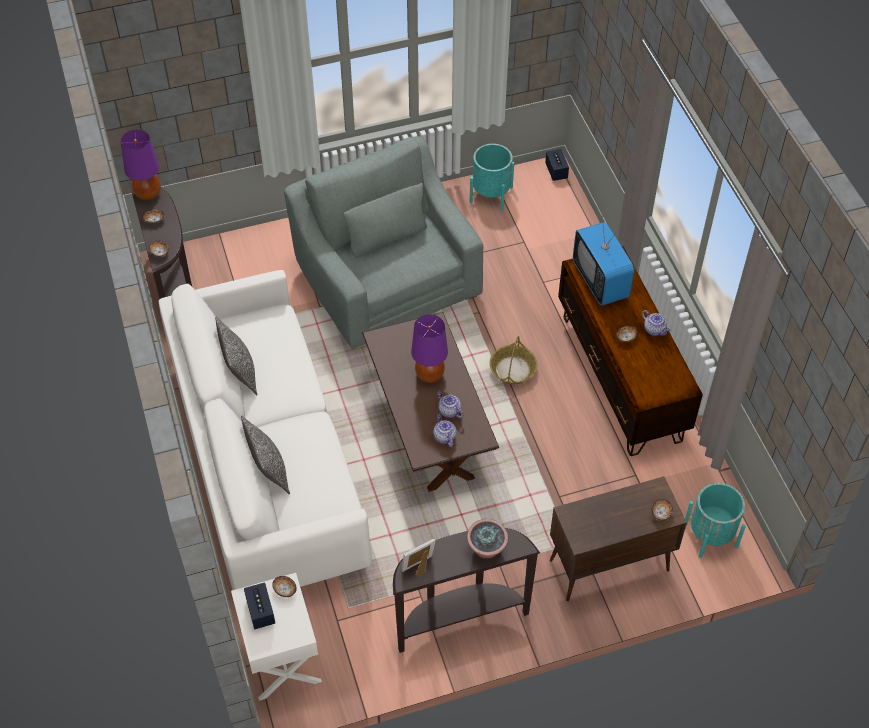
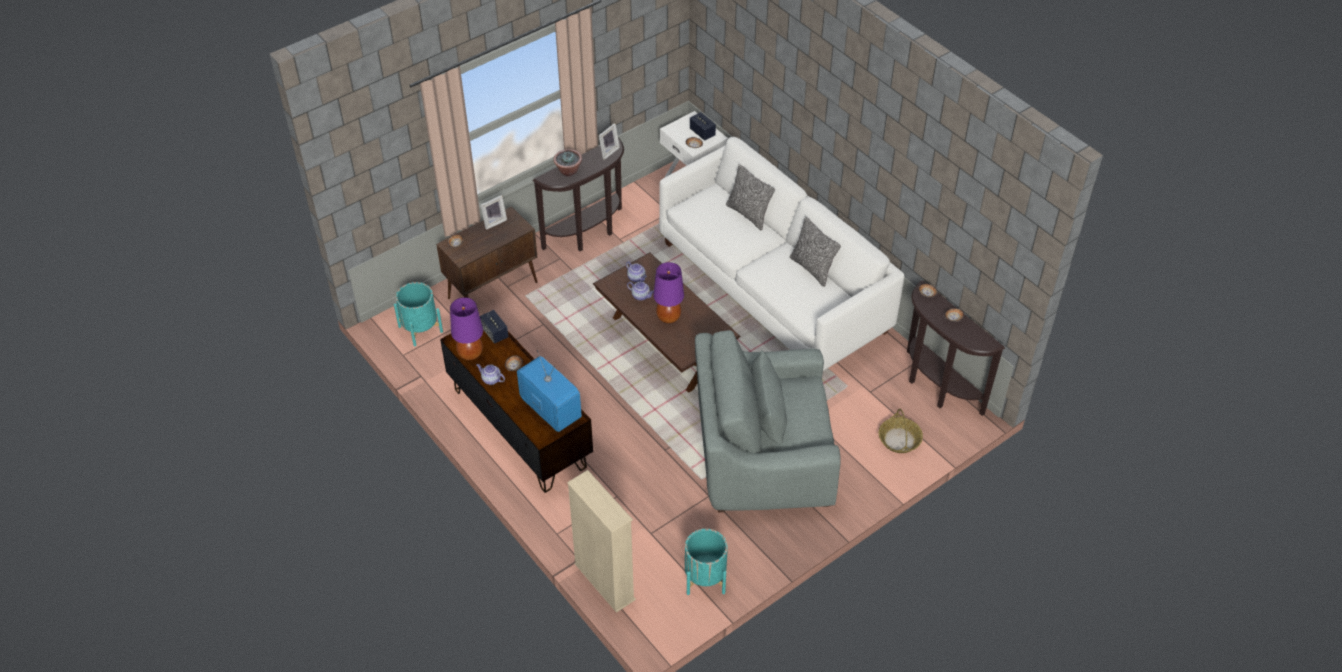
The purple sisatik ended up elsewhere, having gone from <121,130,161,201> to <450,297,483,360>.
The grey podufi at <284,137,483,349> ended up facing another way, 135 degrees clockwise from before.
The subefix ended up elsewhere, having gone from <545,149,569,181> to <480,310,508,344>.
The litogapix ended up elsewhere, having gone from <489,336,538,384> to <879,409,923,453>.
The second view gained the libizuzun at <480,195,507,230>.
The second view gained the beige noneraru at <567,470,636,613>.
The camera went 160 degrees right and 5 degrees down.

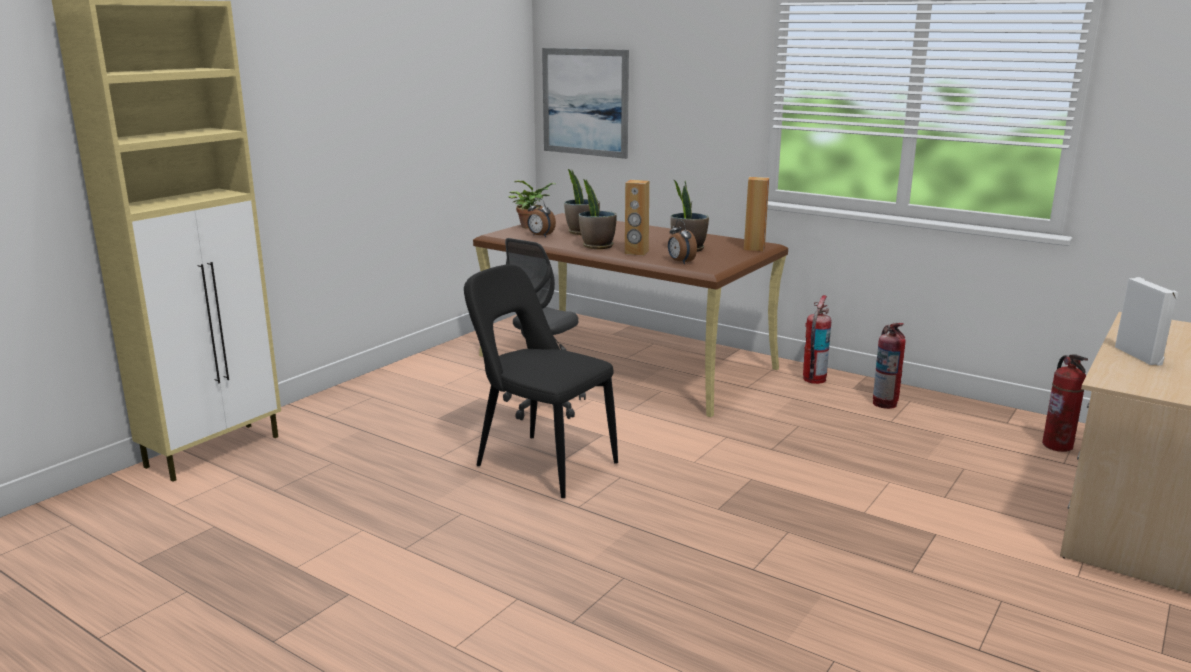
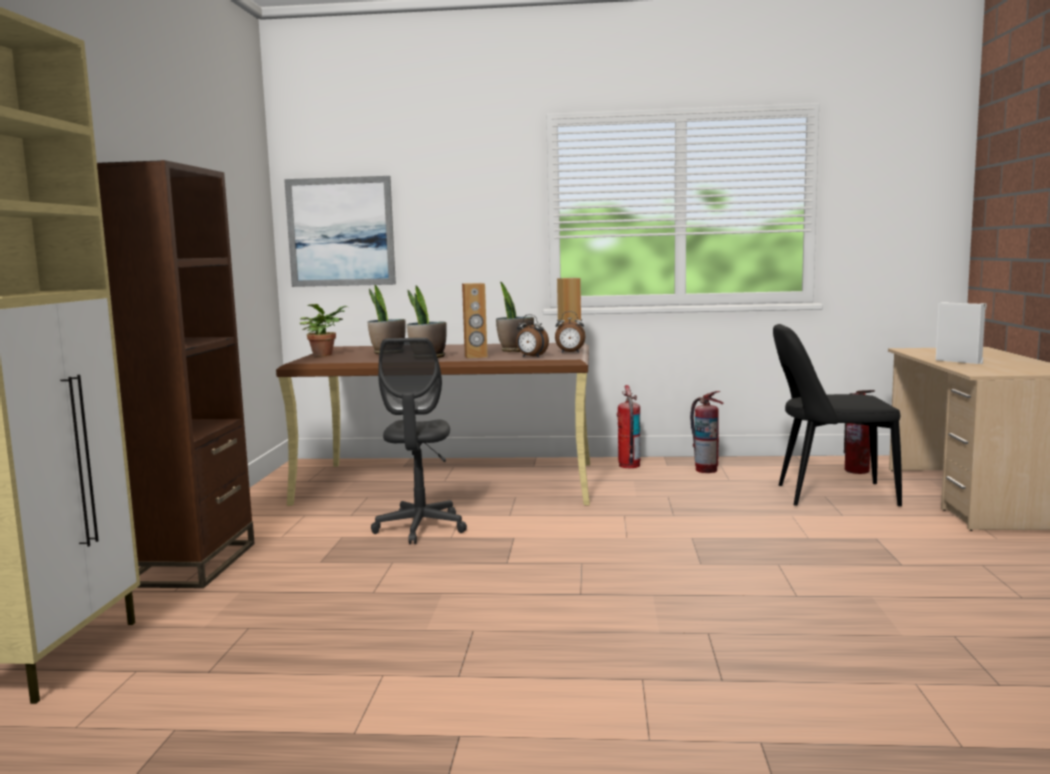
The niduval ended up elsewhere, having gone from <527,198,556,237> to <555,311,585,353>.
The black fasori ended up elsewhere, having gone from <464,264,618,498> to <773,324,902,506>.
The second view gained the brown noneraru at <97,160,255,588>.
The camera went 30 degrees left and 10 degrees down.

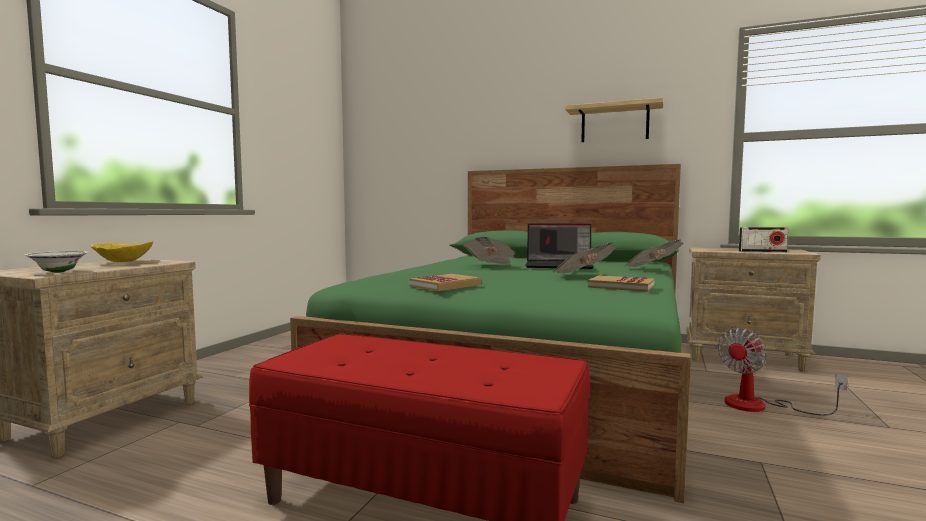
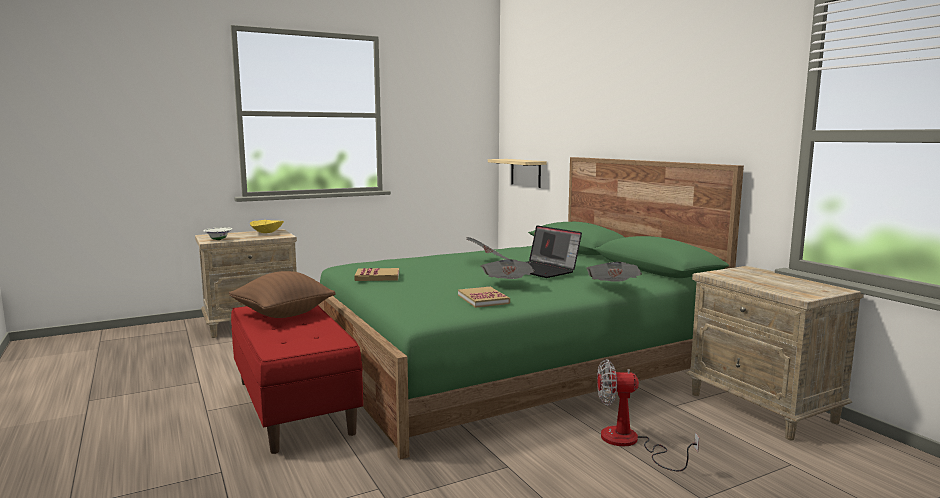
The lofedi ended up elsewhere, having gone from <565,98,663,142> to <488,159,547,188>.
The second view lost the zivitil at <738,227,789,252>.
The second view gained the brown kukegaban at <229,271,335,318>.
The camera went 40 degrees right and 5 degrees up.

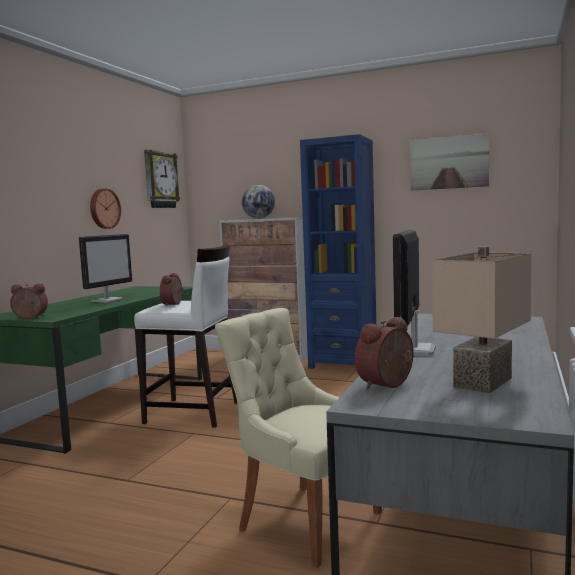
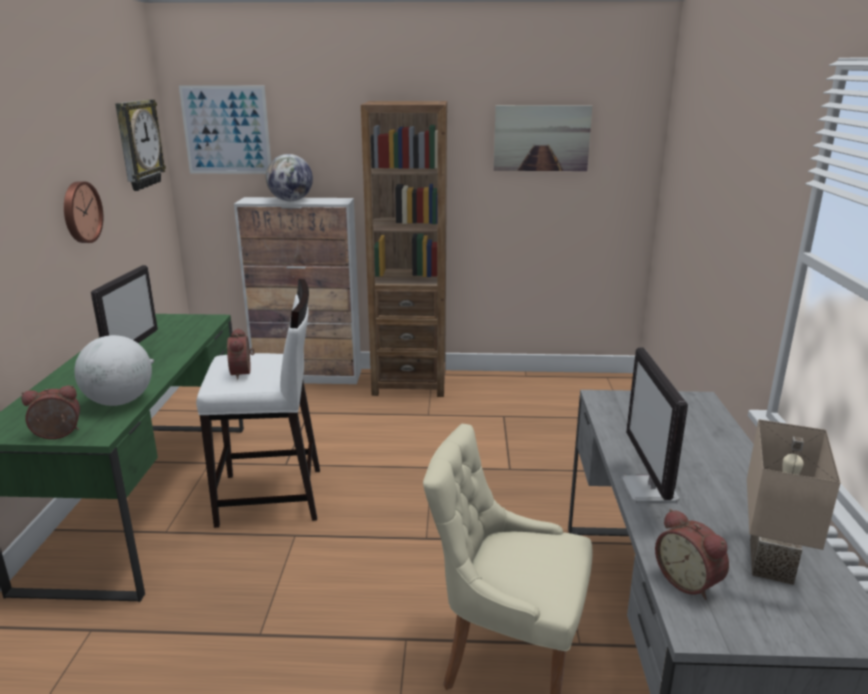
What was the blue noneraru at <300,134,376,369> turned into the brown noneraru at <361,101,447,397>.
The niduval at <355,316,414,390> ended up facing another way, 60 degrees counterclockwise from before.
The second view gained the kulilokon at <179,85,271,174>.
The second view gained the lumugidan at <74,335,152,406>.
The camera went 20 degrees left and 15 degrees up.

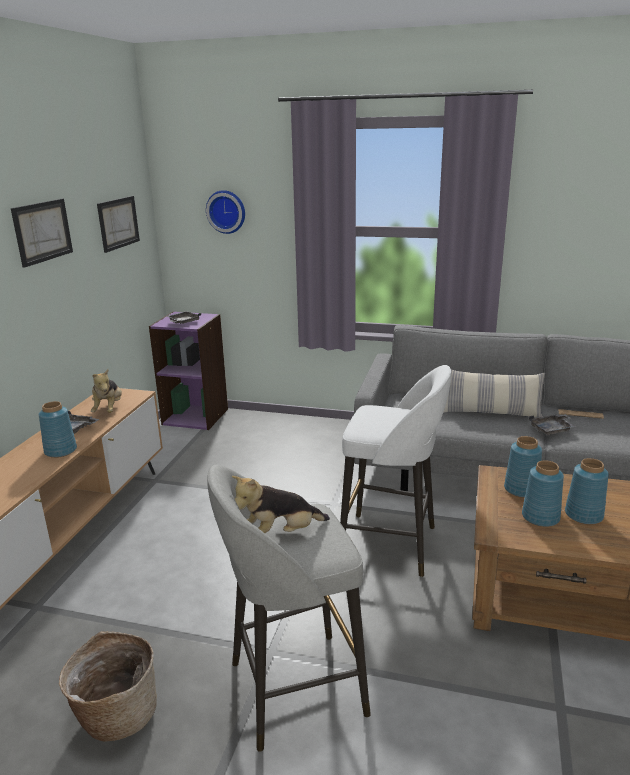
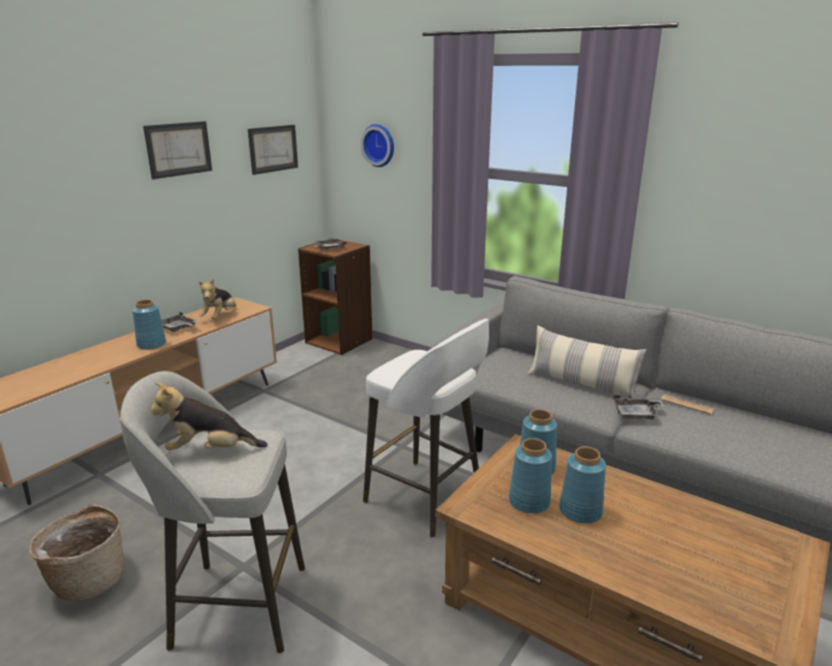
What was the purple noneraru at <149,311,228,430> turned into the brown noneraru at <298,238,373,355>.
The camera went 20 degrees right and 0 degrees up.

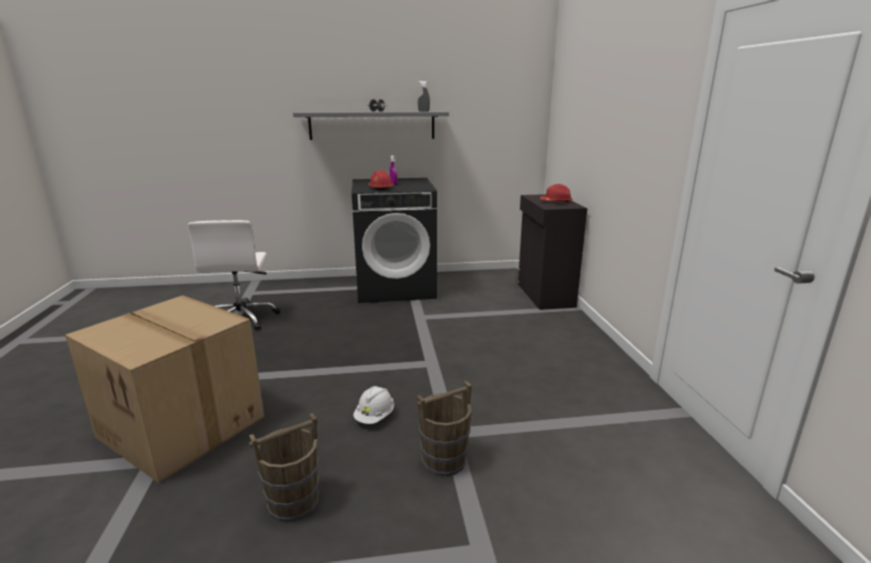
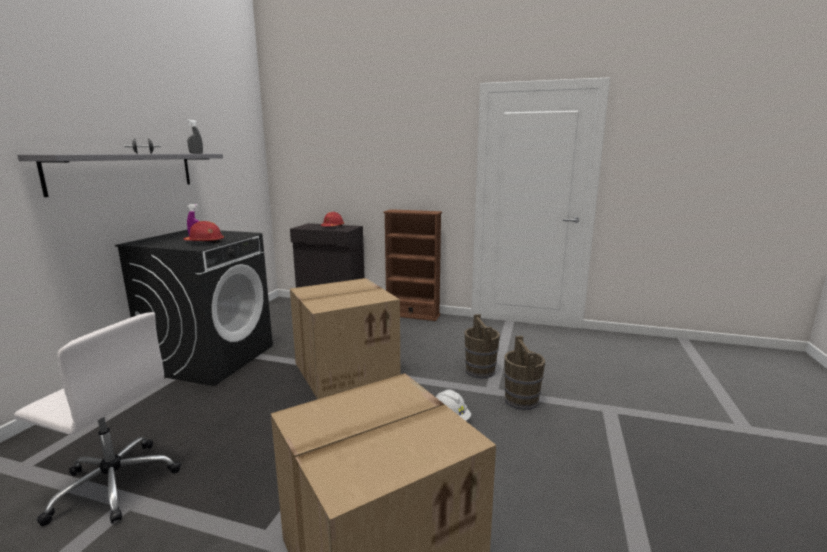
The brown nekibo ended up elsewhere, having gone from <249,413,319,522> to <465,314,500,379>.
The second view gained the brown noneraru at <383,209,442,321>.
The second view gained the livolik at <290,278,400,399>.
The camera went 65 degrees left and 5 degrees down.

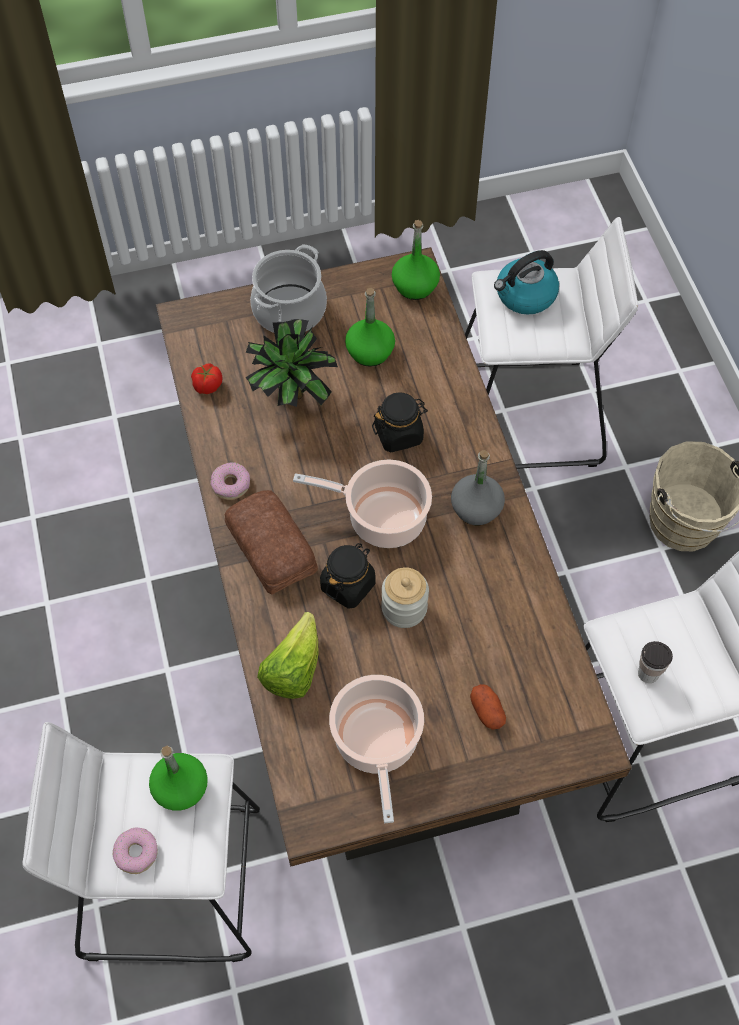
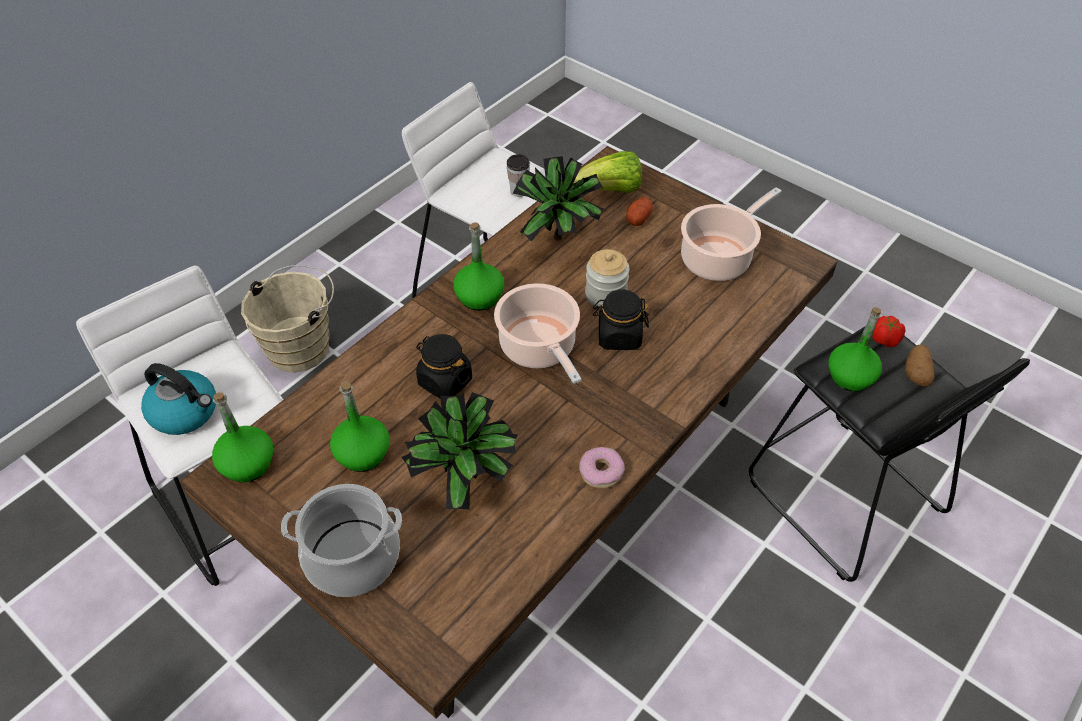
The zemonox ended up elsewhere, having gone from <191,363,222,394> to <872,316,905,347>.
What was the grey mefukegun at <451,450,505,525> turned into the green mefukegun at <453,222,505,311>.
The second view lost the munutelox at <225,490,318,595>.
The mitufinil ended up elsewhere, having gone from <257,612,319,699> to <573,151,642,193>.
What was the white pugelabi at <23,722,260,962> turned into the black pugelabi at <749,327,1030,582>.
Where the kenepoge stood at <113,827,158,874>, the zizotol came to stand at <905,345,935,386>.
The second view gained the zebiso at <513,156,604,241>.
The camera went 125 degrees left and 10 degrees down.

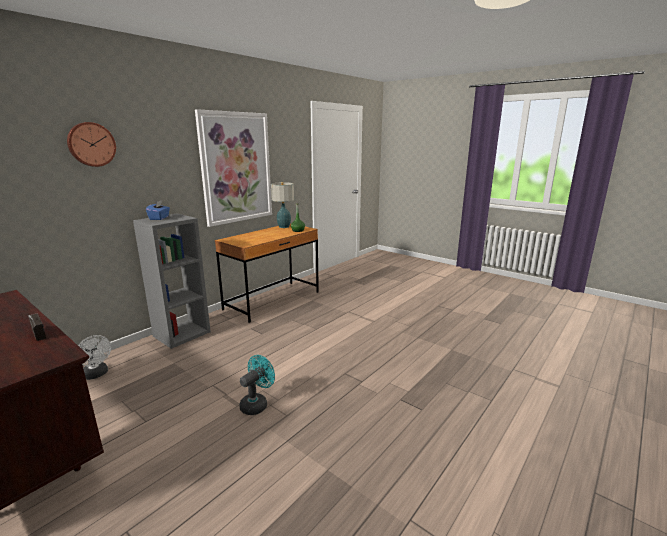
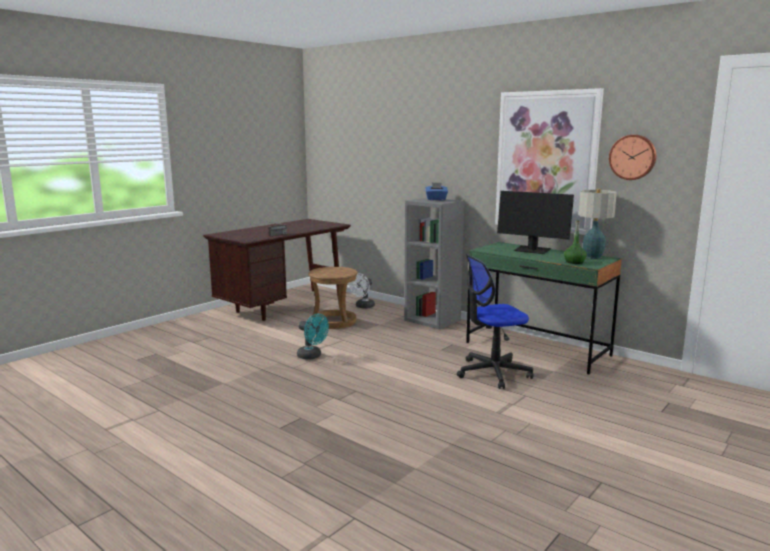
The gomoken ended up elsewhere, having gone from <67,122,116,167> to <609,135,656,180>.
What was the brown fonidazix at <215,224,319,323> turned into the green fonidazix at <466,242,622,375>.
The second view gained the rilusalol at <497,191,574,254>.
The second view gained the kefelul at <457,254,534,389>.
The second view gained the brown pugelabi at <308,267,358,329>.
The camera went 90 degrees right and 5 degrees down.

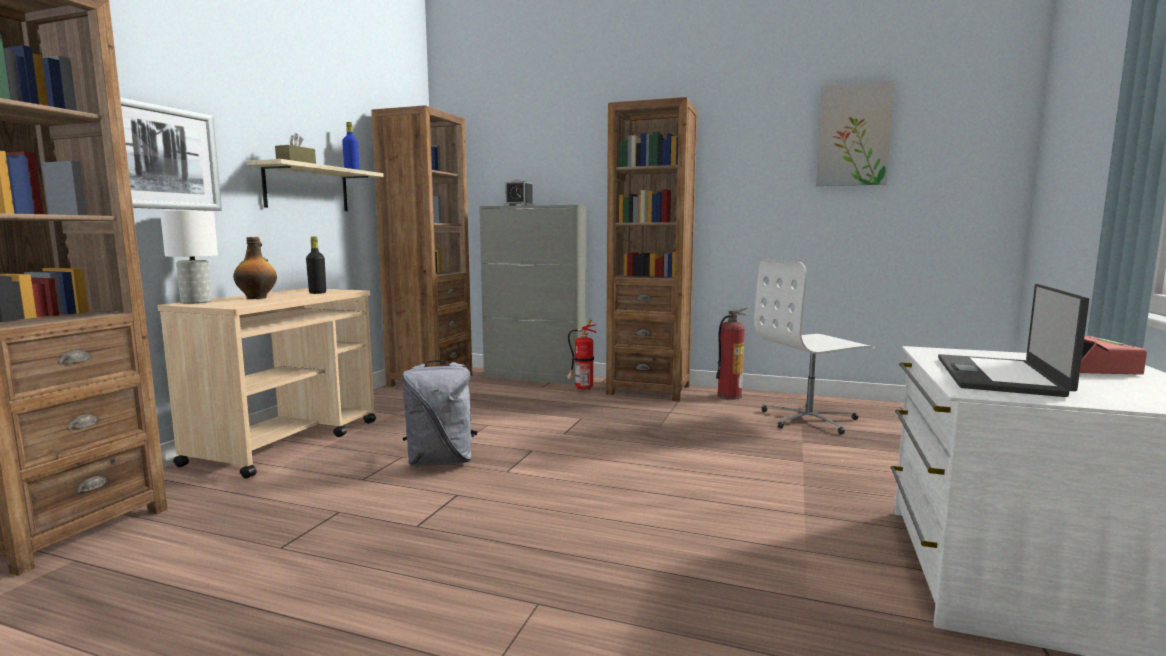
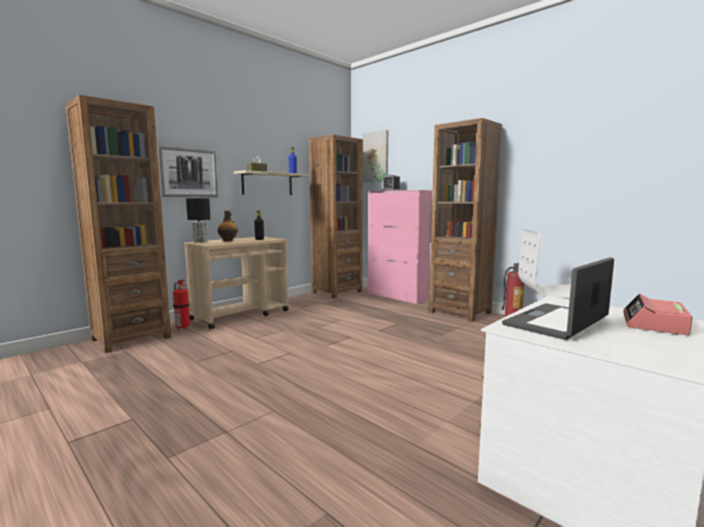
The kulilokon ended up elsewhere, having gone from <816,80,895,186> to <362,130,388,182>.
What was the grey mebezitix at <479,205,587,385> turned into the pink mebezitix at <368,190,432,304>.
What was the white sisatik at <160,211,218,304> turned into the black sisatik at <186,198,210,243>.
The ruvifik ended up elsewhere, having gone from <567,319,597,390> to <173,276,190,329>.
The second view lost the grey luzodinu at <402,360,478,466>.
The camera went 25 degrees right and 0 degrees up.

